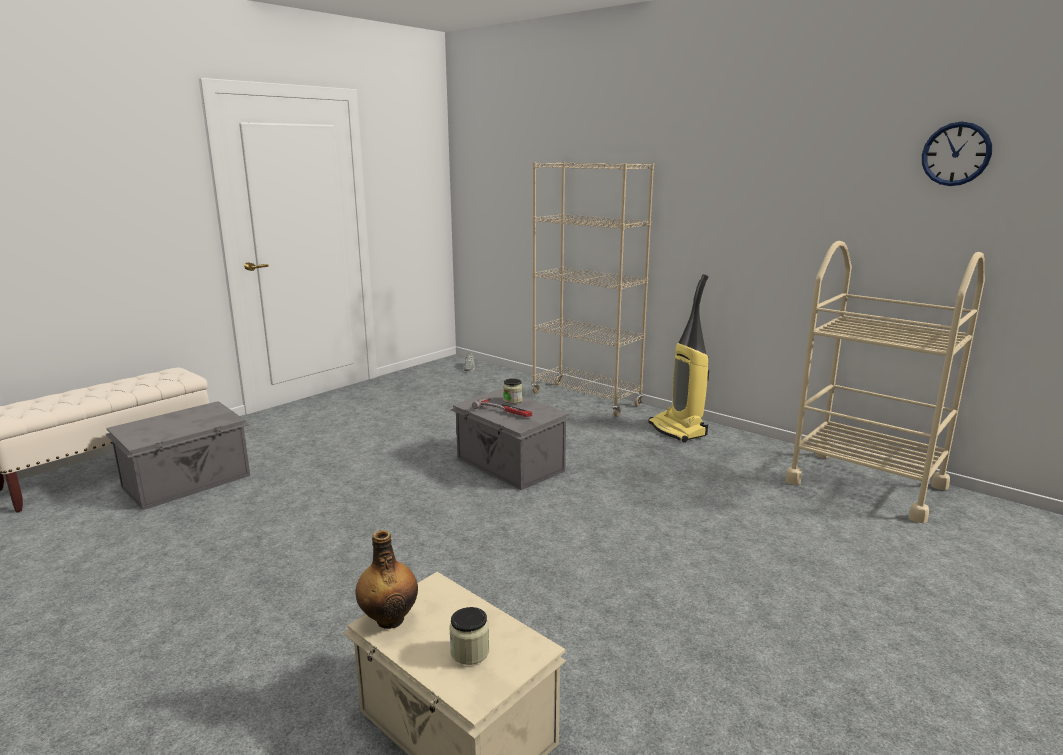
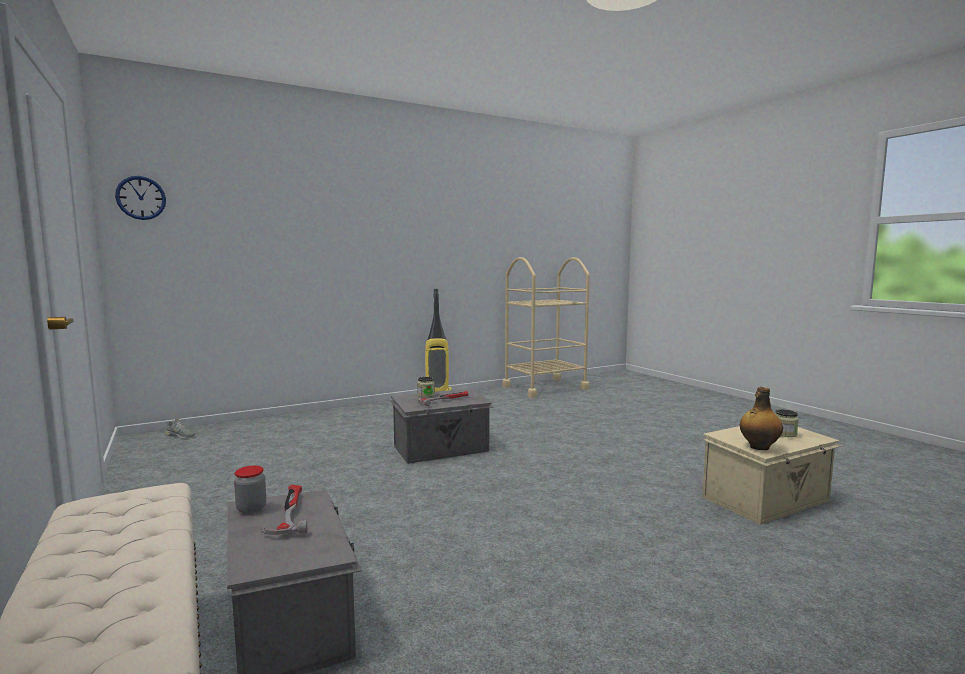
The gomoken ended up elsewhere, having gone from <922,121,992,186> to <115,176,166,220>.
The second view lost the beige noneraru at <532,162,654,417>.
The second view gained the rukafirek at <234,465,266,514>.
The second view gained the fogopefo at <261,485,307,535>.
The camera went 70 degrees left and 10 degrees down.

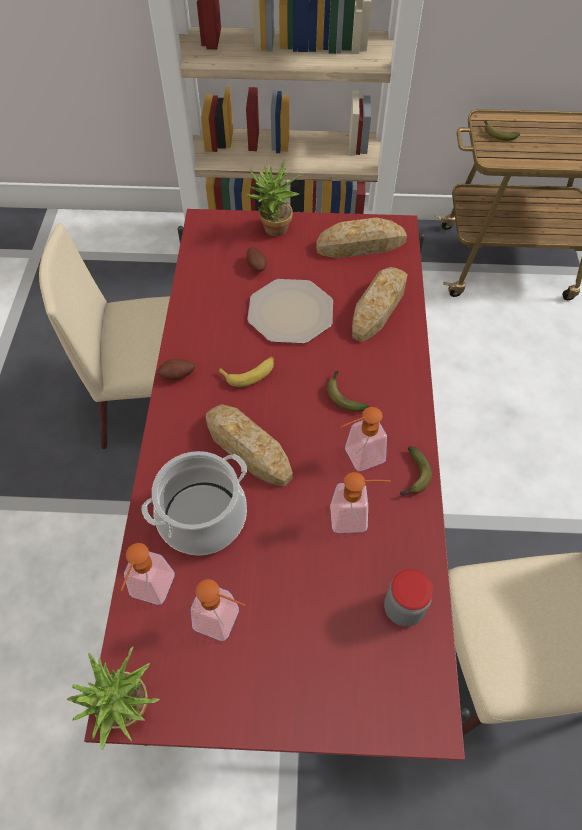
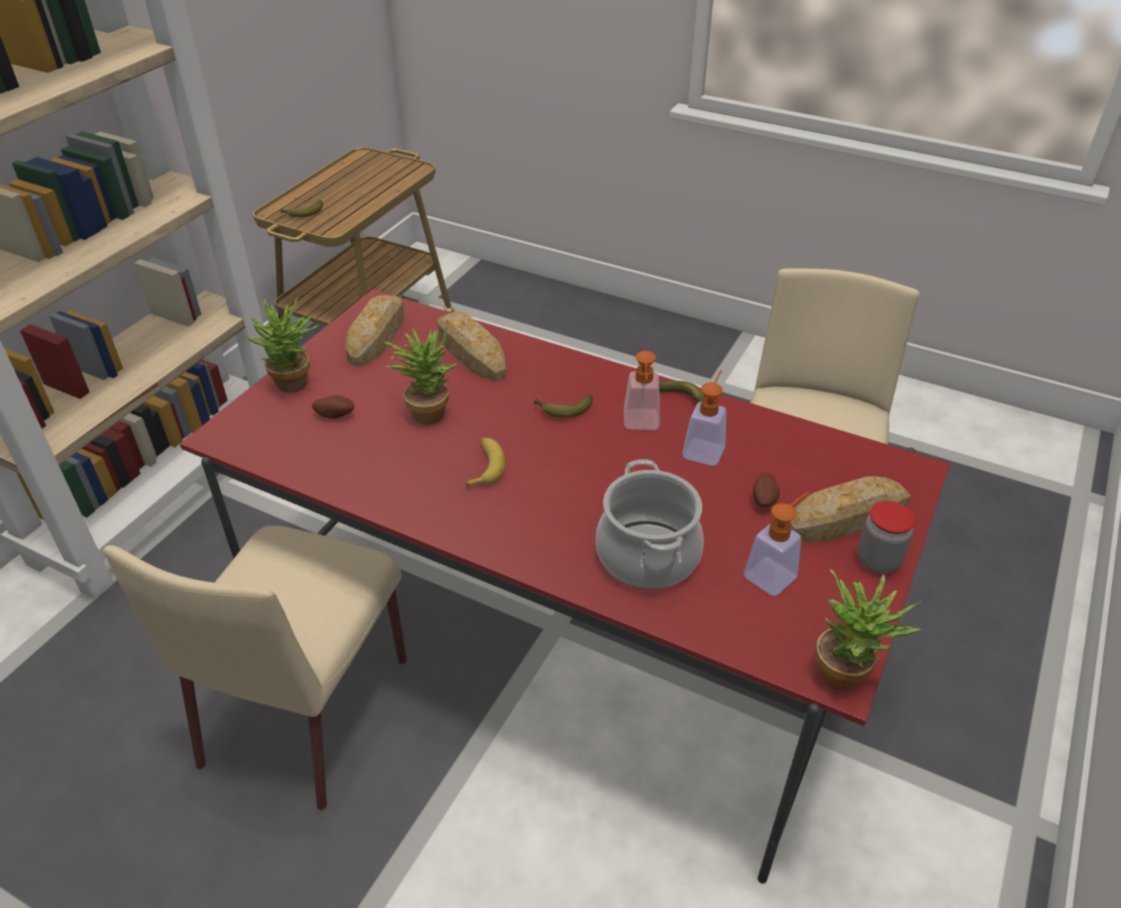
Where the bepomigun stood at <247,279,333,344>, the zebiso came to stand at <385,327,457,425>.
The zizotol ended up elsewhere, having gone from <157,359,195,380> to <753,472,780,507>.
The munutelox ended up elsewhere, having gone from <206,404,293,487> to <790,476,911,542>.
The second view lost the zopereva at <120,543,174,605>.
The rukafirek ended up elsewhere, having gone from <384,569,433,627> to <857,501,915,574>.
The camera went 65 degrees left and 15 degrees down.

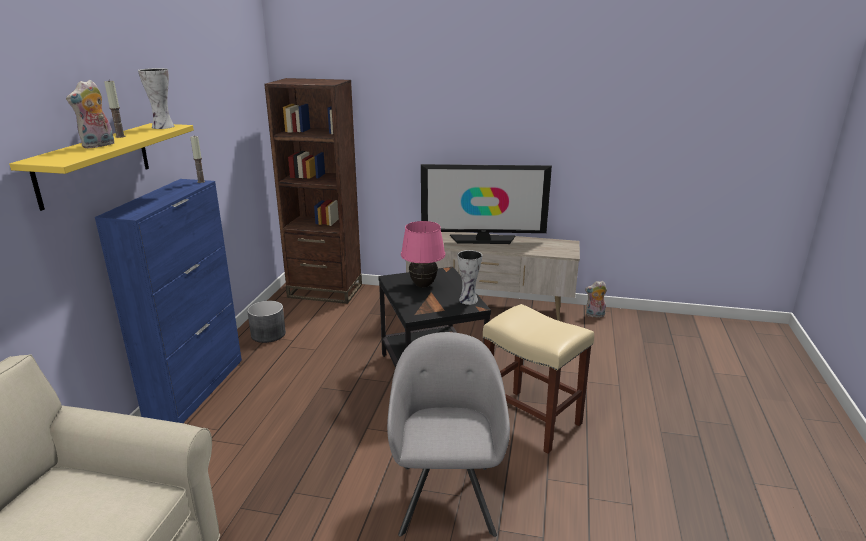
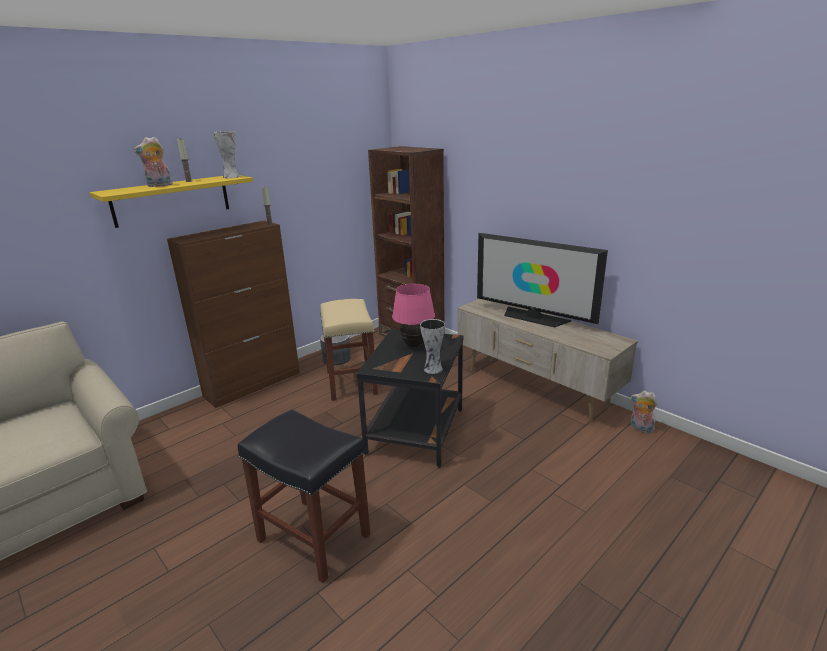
What was the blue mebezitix at <95,179,242,423> turned into the brown mebezitix at <167,220,300,408>.
The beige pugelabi ended up elsewhere, having gone from <483,304,594,454> to <320,299,378,401>.
Where the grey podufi stood at <387,332,510,537>, the black pugelabi came to stand at <238,409,371,583>.
The camera went 35 degrees right and 0 degrees up.

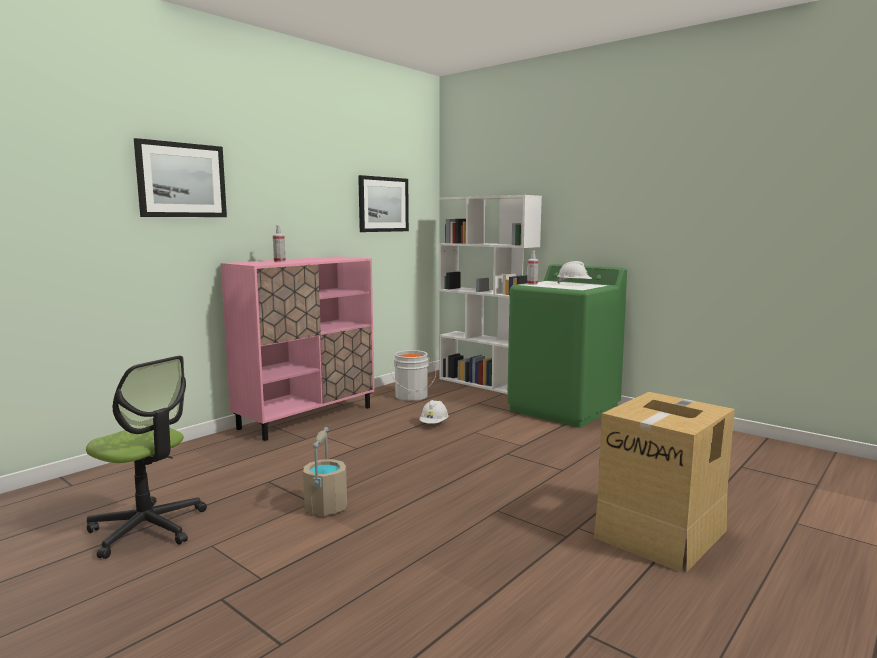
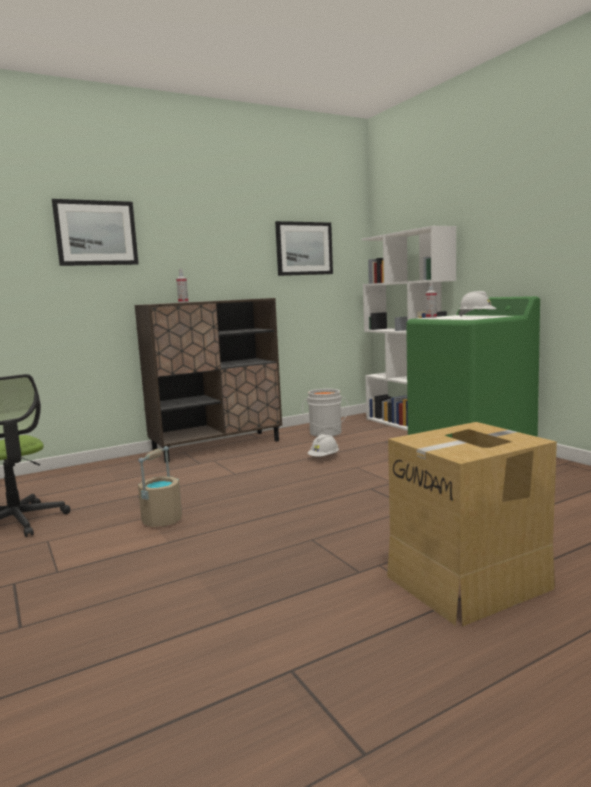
What was the pink mebezitix at <221,256,374,441> turned into the brown mebezitix at <135,298,282,463>.
The camera went 20 degrees right and 0 degrees up.

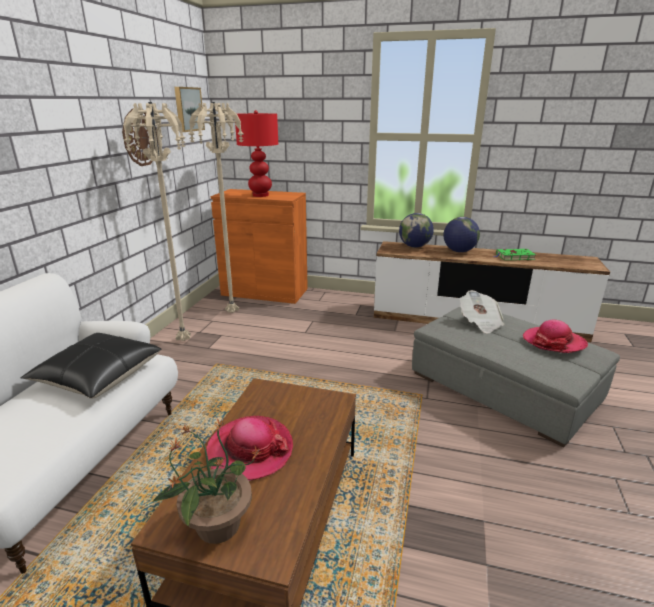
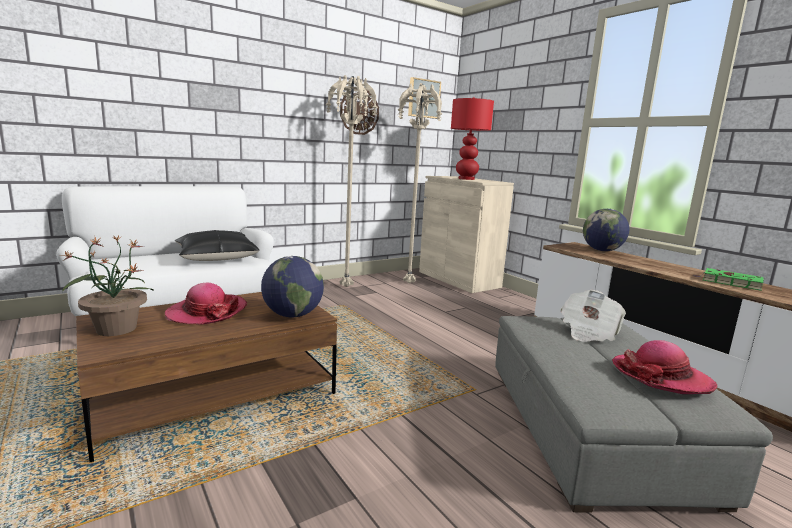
What was the orange mebezitix at <211,189,308,304> turned into the beige mebezitix at <419,176,514,293>.
The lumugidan ended up elsewhere, having gone from <443,217,480,252> to <261,256,324,318>.
The camera went 40 degrees right and 10 degrees down.

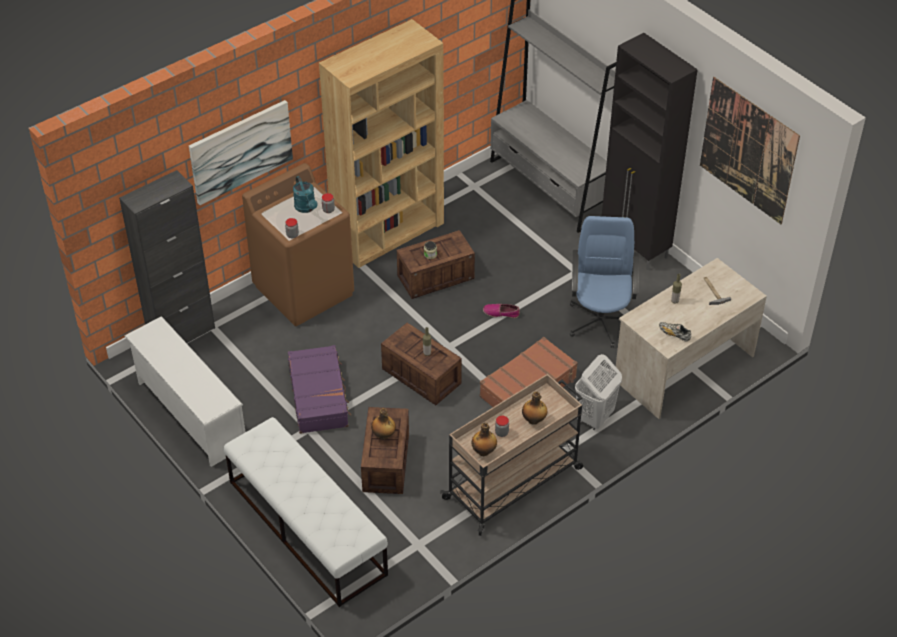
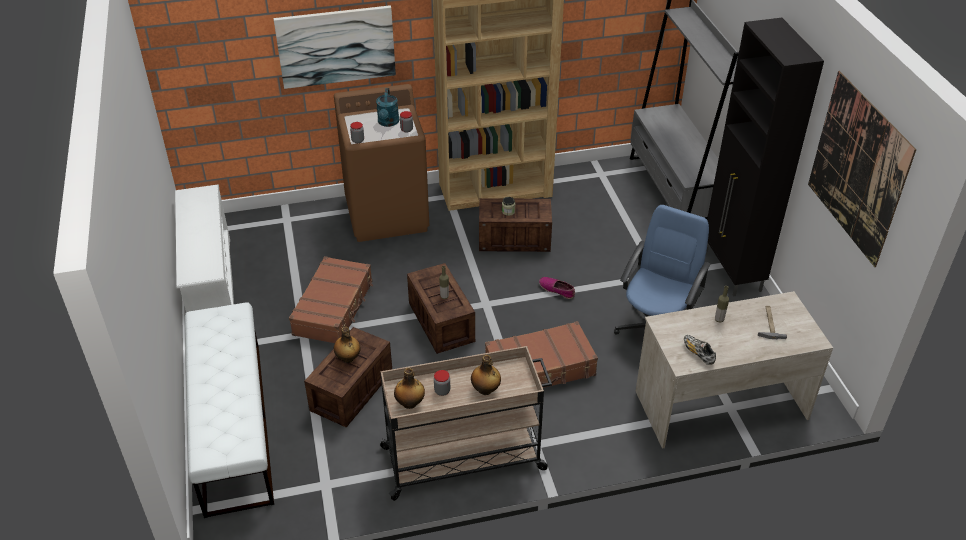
The second view lost the black mebezitix at <119,170,215,343>.
What was the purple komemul at <288,345,351,434> turned into the brown komemul at <289,256,373,343>.
The second view lost the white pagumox at <575,354,622,431>.
The camera went 25 degrees right and 5 degrees down.

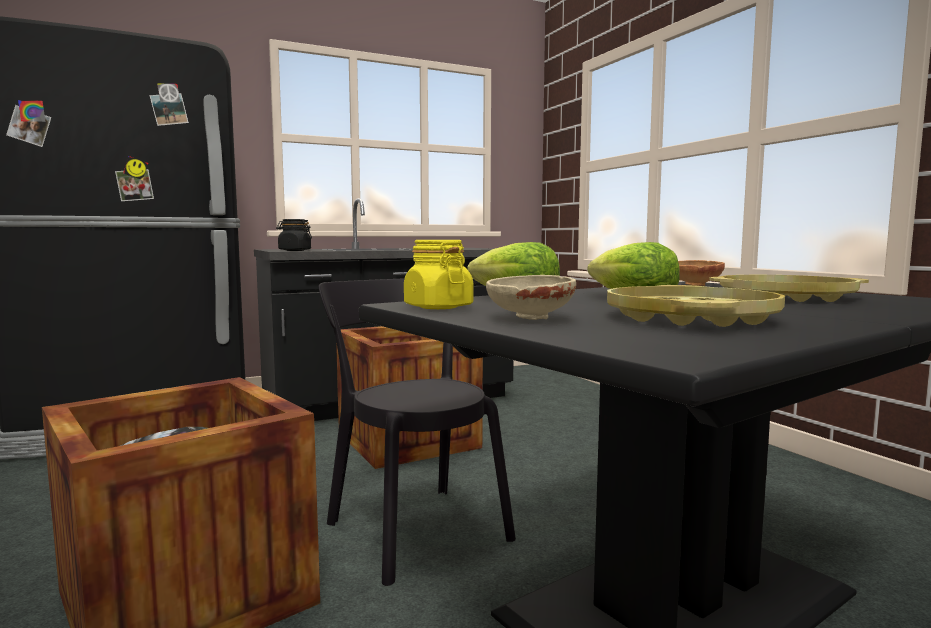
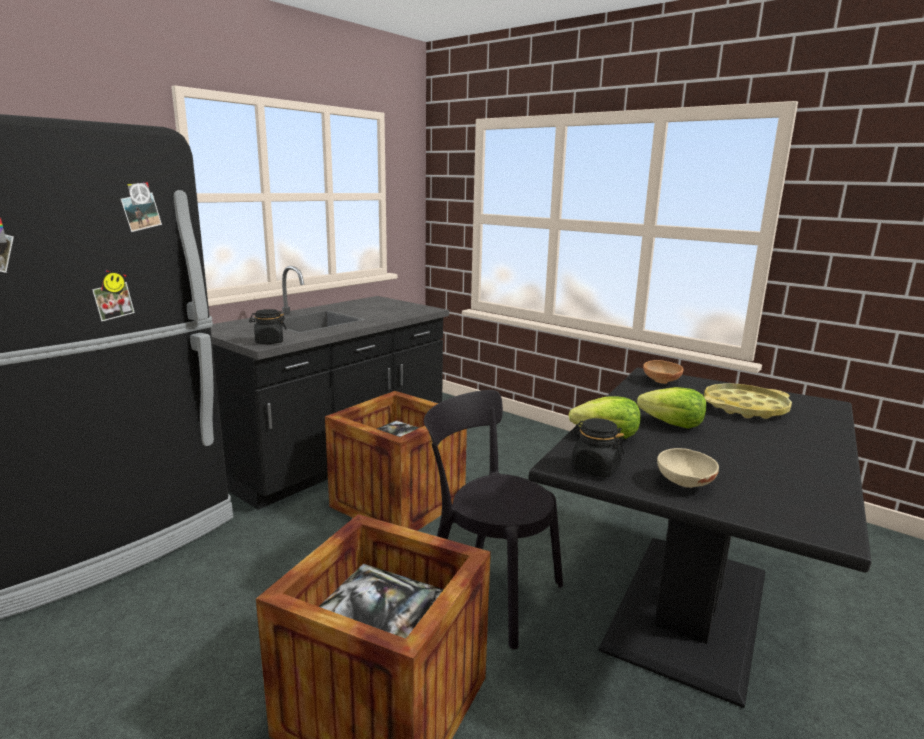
What was the yellow rukafirek at <404,240,473,309> turned into the black rukafirek at <571,418,625,477>.
The second view lost the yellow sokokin at <607,285,785,327>.
The camera went 25 degrees left and 10 degrees up.

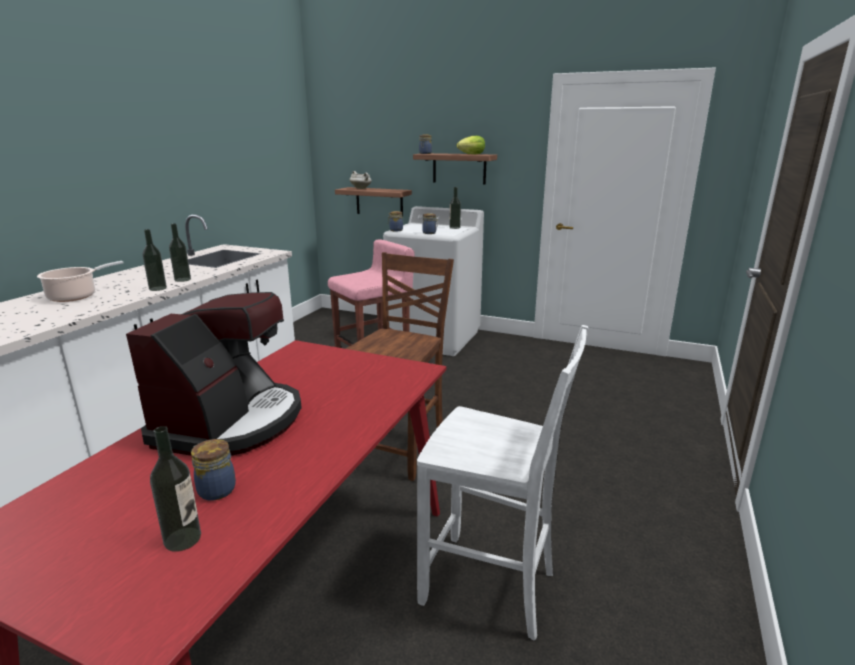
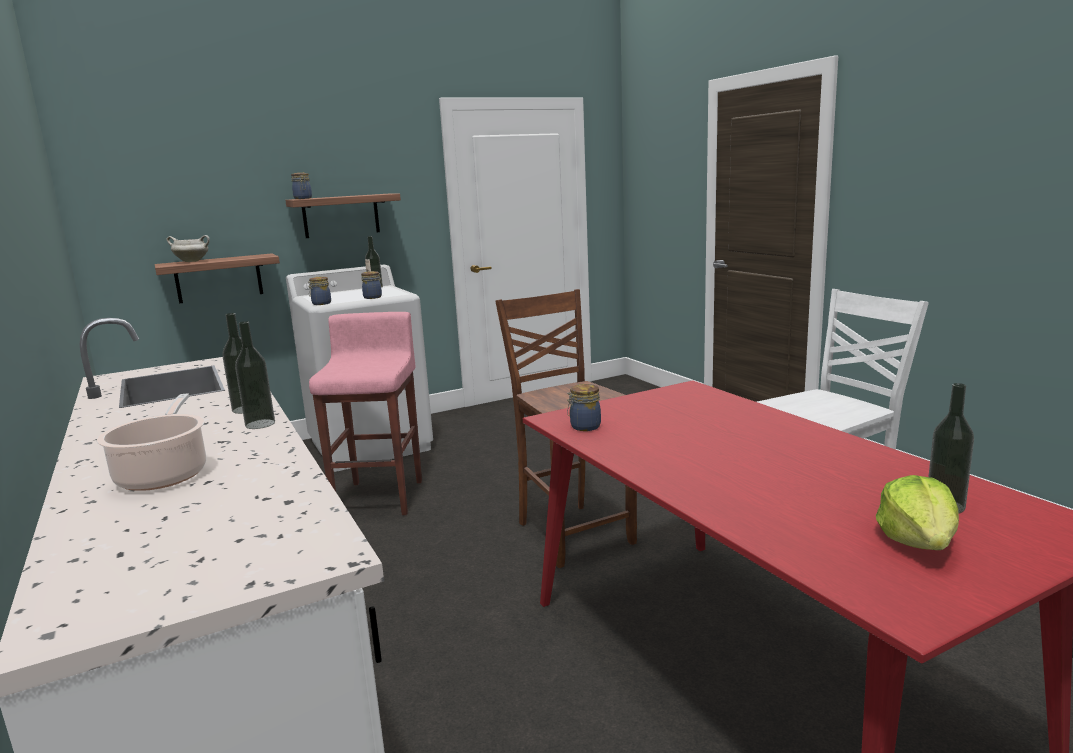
The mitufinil ended up elsewhere, having gone from <456,136,485,154> to <876,475,959,550>.
The second view lost the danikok at <126,292,302,456>.
The rukafirek ended up elsewhere, having gone from <191,439,236,501> to <567,384,601,431>.
The camera went 50 degrees left and 5 degrees down.

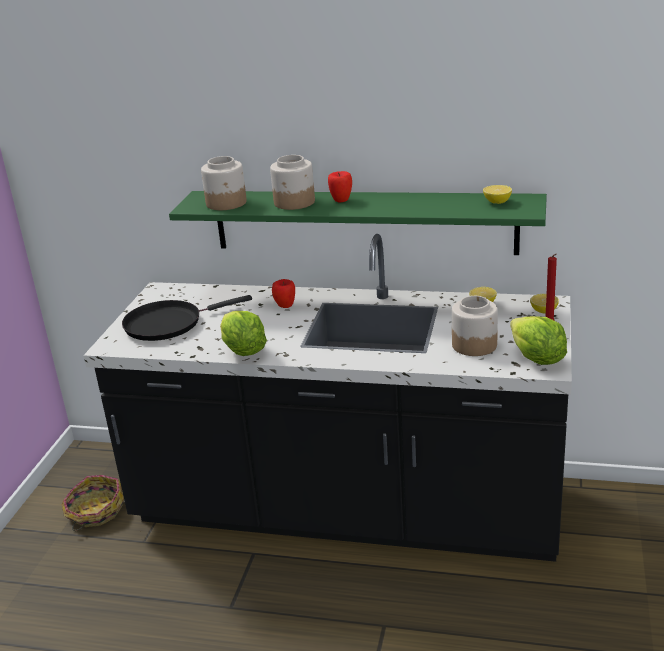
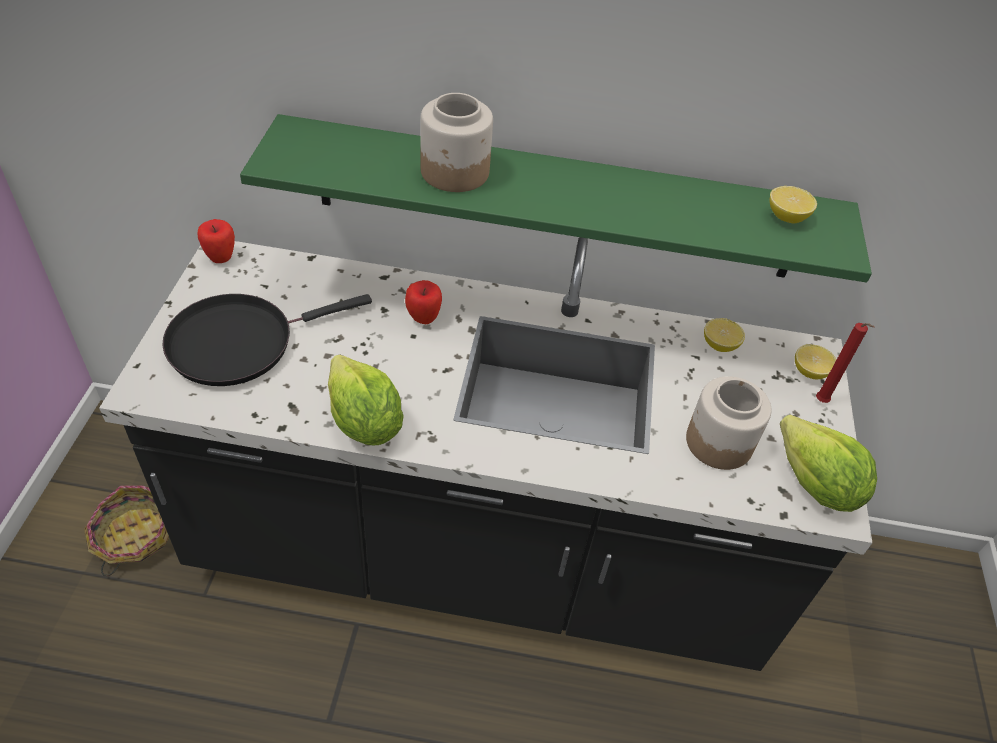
The second view lost the rukafirek at <201,156,247,210>.
The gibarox ended up elsewhere, having gone from <328,171,352,202> to <197,219,235,263>.
The camera went 10 degrees left and 20 degrees up.

